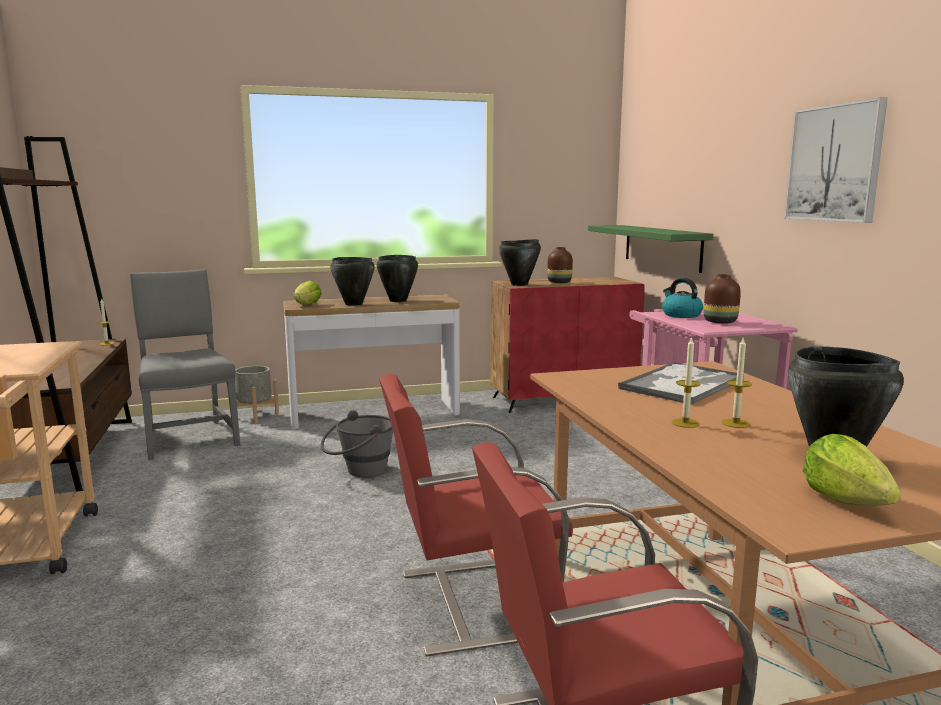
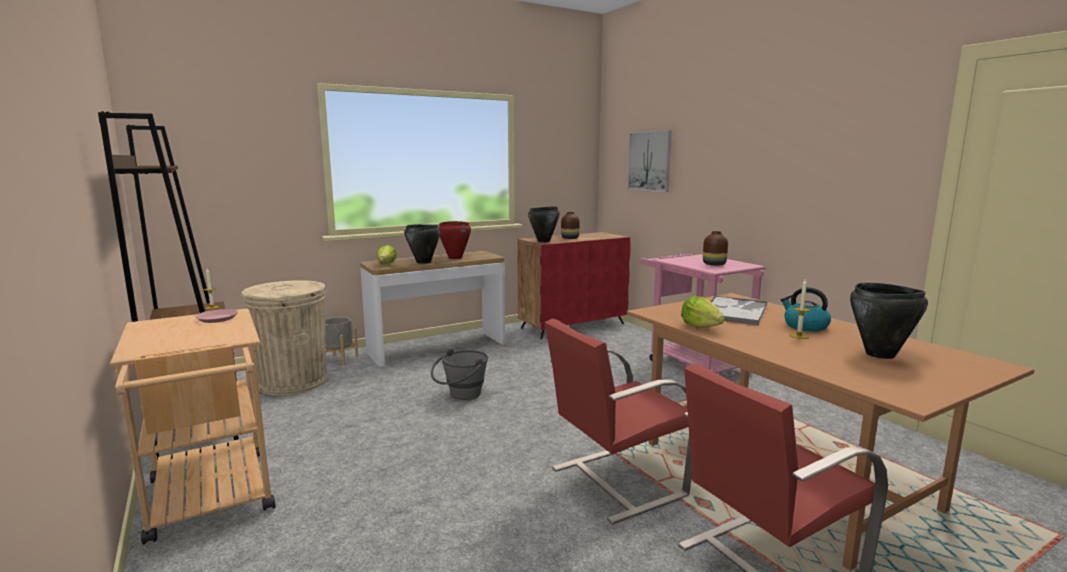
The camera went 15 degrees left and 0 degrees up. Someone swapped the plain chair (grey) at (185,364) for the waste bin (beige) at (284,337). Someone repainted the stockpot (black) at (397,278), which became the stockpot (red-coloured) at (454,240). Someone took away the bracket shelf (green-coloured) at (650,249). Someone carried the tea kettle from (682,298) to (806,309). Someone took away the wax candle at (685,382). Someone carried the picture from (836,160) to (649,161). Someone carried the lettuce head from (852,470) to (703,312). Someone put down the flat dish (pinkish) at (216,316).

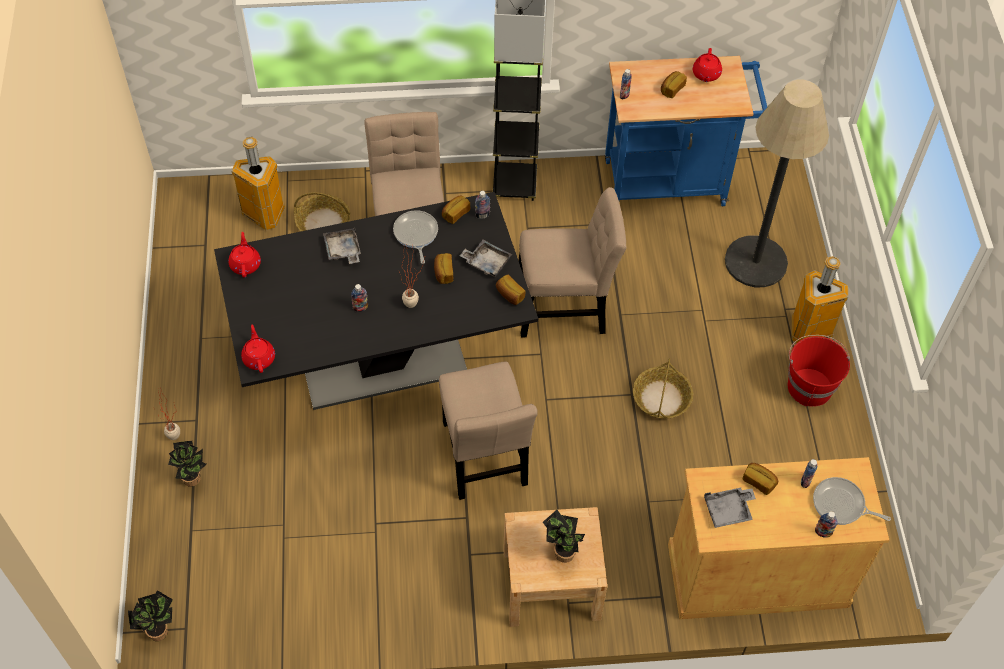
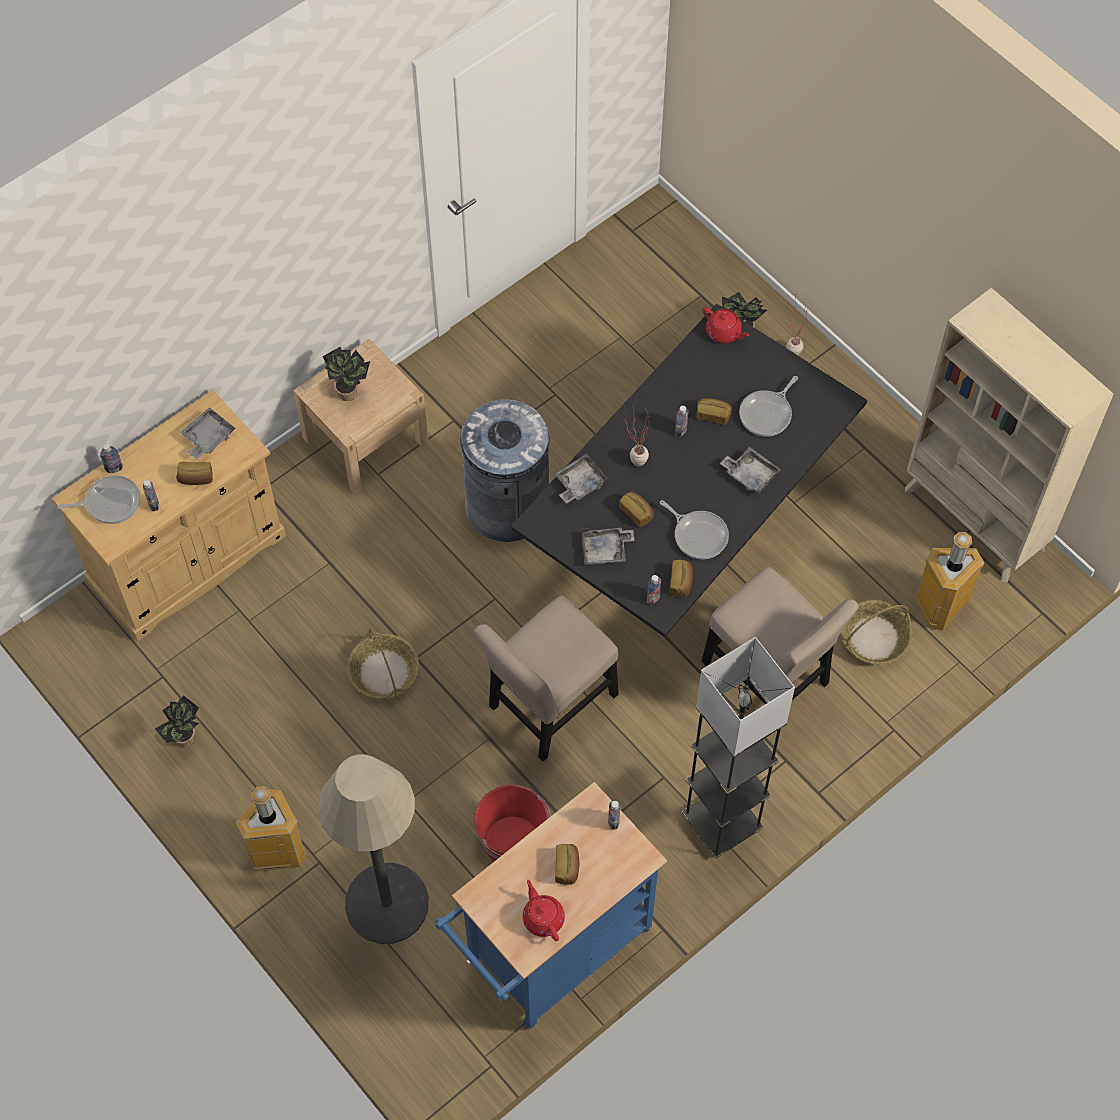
The camera went 145 degrees right and 5 degrees up. Someone carried the plant in a pot from (150,615) to (177,721). Someone took away the pot for tea (red-coloured) at (244,255). Someone swapped the plain chair (beige) at (488,431) for the waste bin (grey) at (504,470). Someone carried the baked bread from (511,290) to (714,411). Someone carried the bucket (red-coloured) from (818,371) to (512,823). Someone put down the tray (grey) at (582,479). Someone put down the frying pan at (768,406). Someone put down the bookcase (beige) at (1009,435).

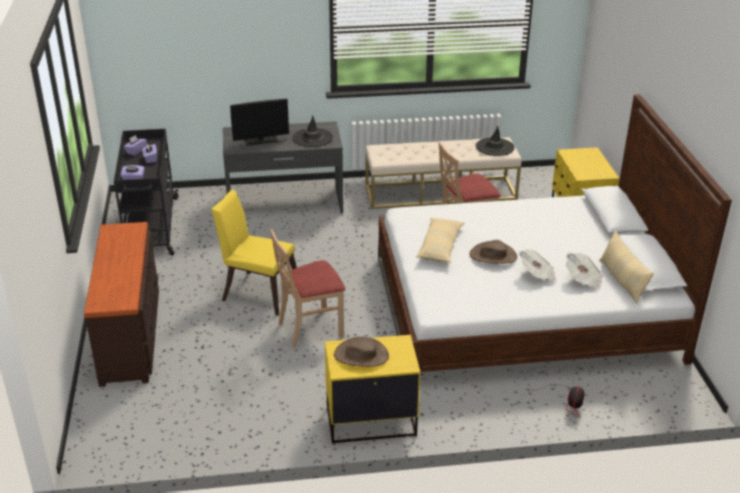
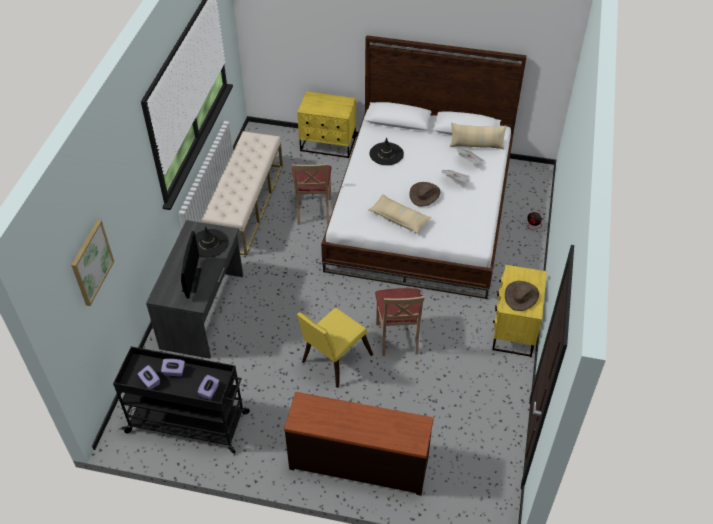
The camera went 70 degrees left and 15 degrees up. Someone carried the wearable hat (black) from (495,141) to (386,151). Someone put up the picture at (92,263).

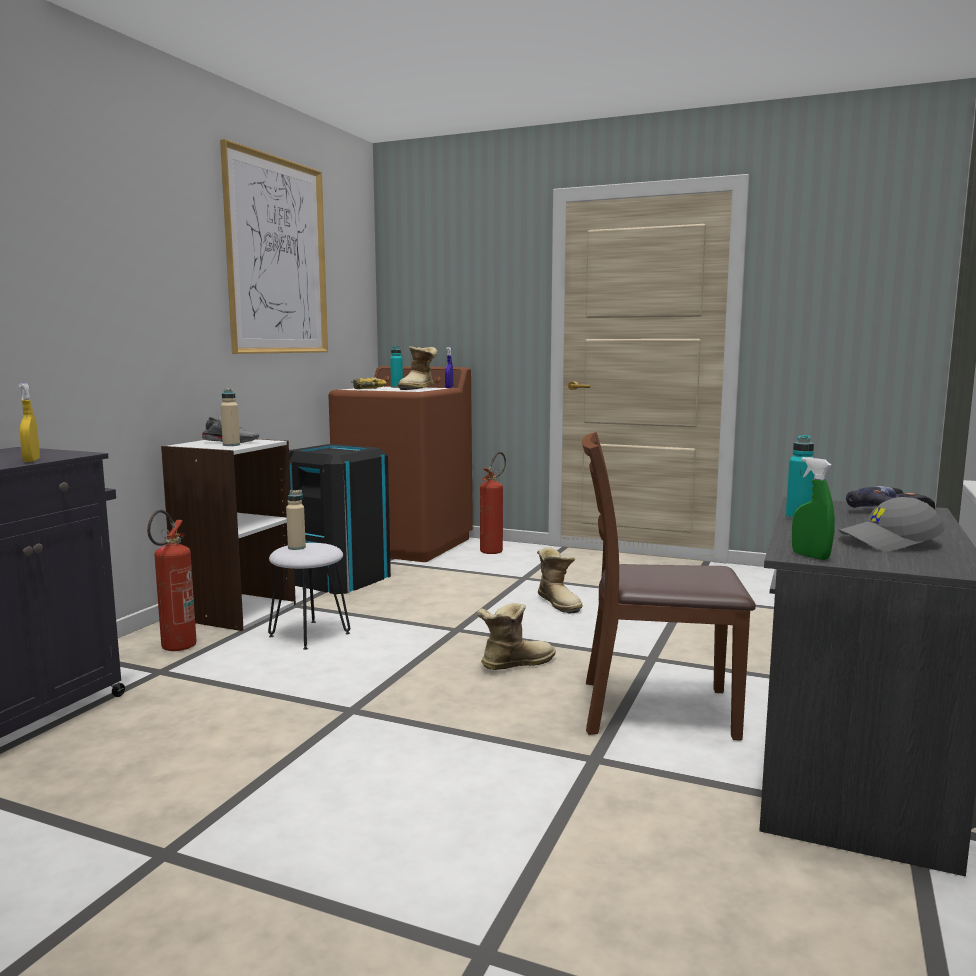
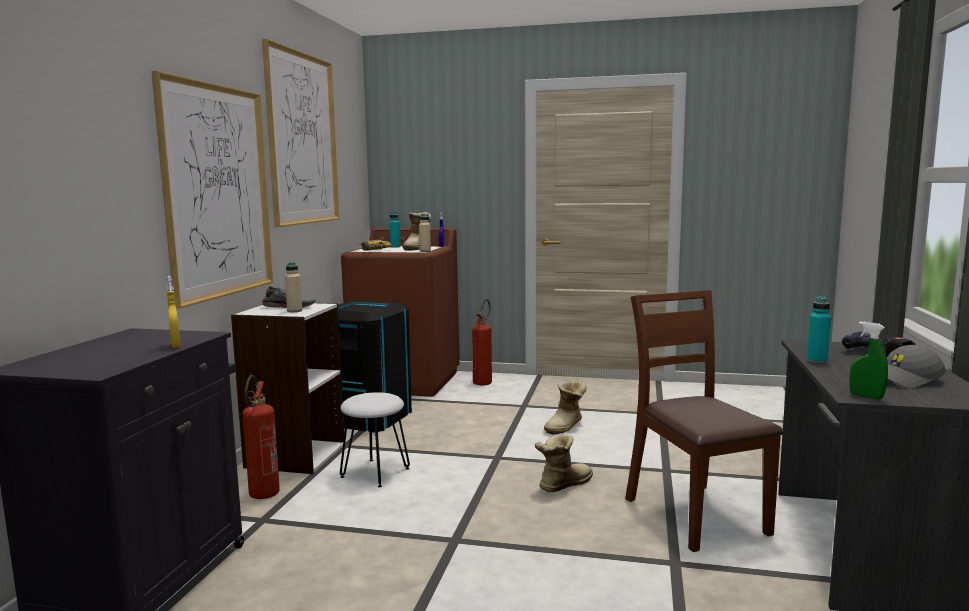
The camera went 10 degrees left and 0 degrees up. Someone carried the drink bottle (beige) from (296,520) to (425,232). Someone rotated the tall boot at (560,580) by 75 degrees clockwise. Someone rotated the plain chair (brown) at (669,586) by 75 degrees clockwise. Someone put up the picture at (212,190).

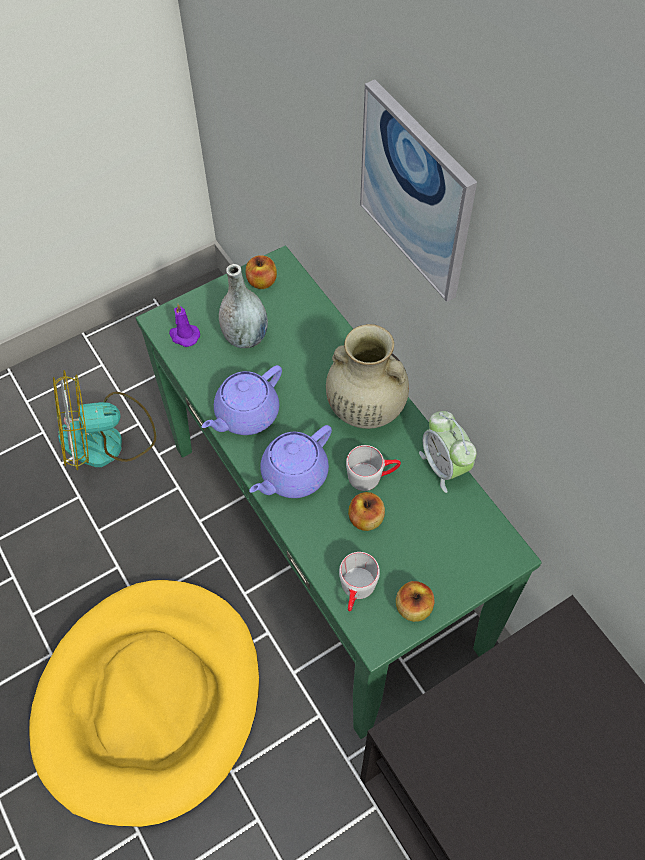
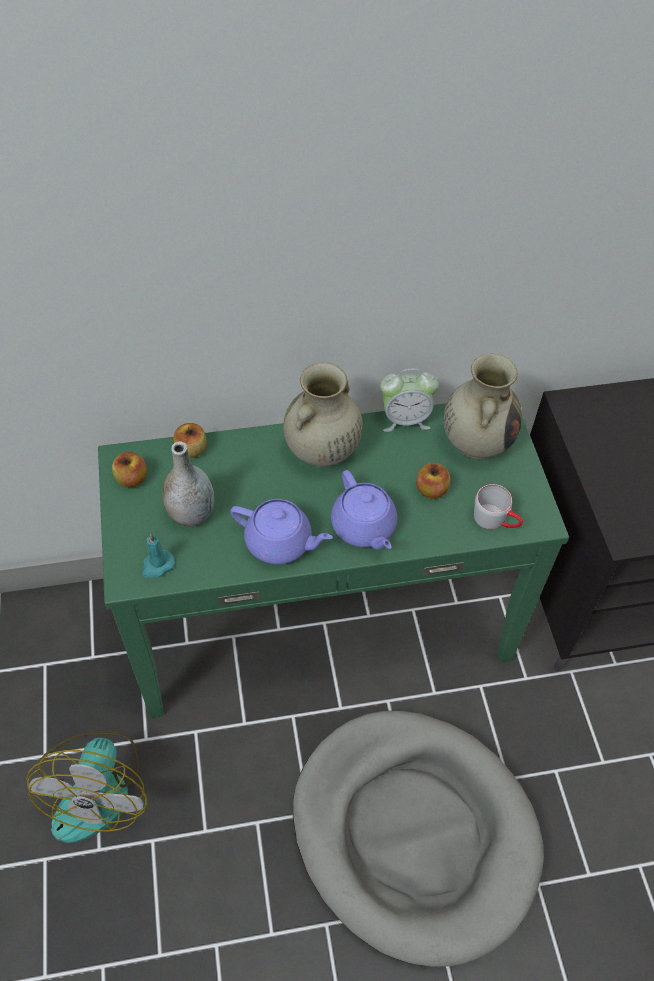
The camera went 70 degrees left and 5 degrees down. Someone repainted the dog bed (yellow) at (144,703), which became the dog bed (grey) at (418,839). Someone repainted the wax candle (purplish) at (184,325), which became the wax candle (turquoise-coloured) at (158,555). Someone rotated the pot for tea (purplish) at (242,400) by 45 degrees counterclockwise. Someone took away the mug (grey) at (373,468). Someone took away the picture at (418,190). Someone carried the whole apple from (415,601) to (190,440). Someone put down the decorative vase (beige) at (482,406).

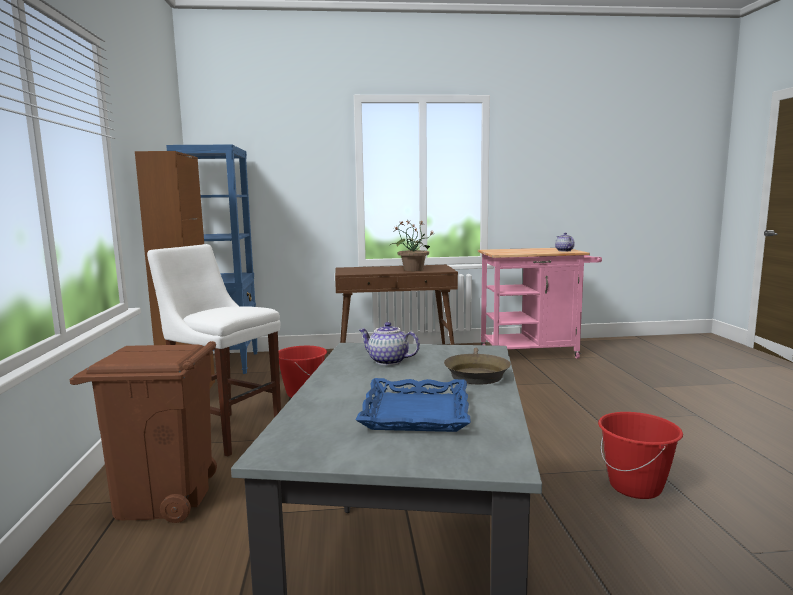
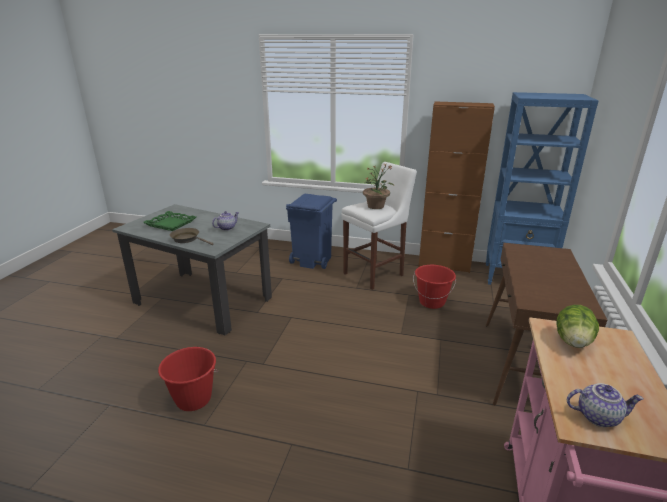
The camera went 110 degrees right and 15 degrees up. Someone repainted the waste bin (brown) at (143,432), which became the waste bin (blue-coloured) at (311,231). Someone repainted the tray (blue-coloured) at (413,405), which became the tray (green-coloured) at (169,221). Someone carried the plant in a pot from (411,245) to (378,186). Someone put down the lettuce head at (578,326).

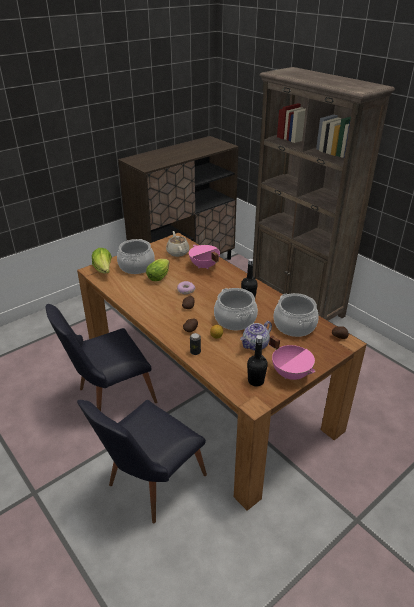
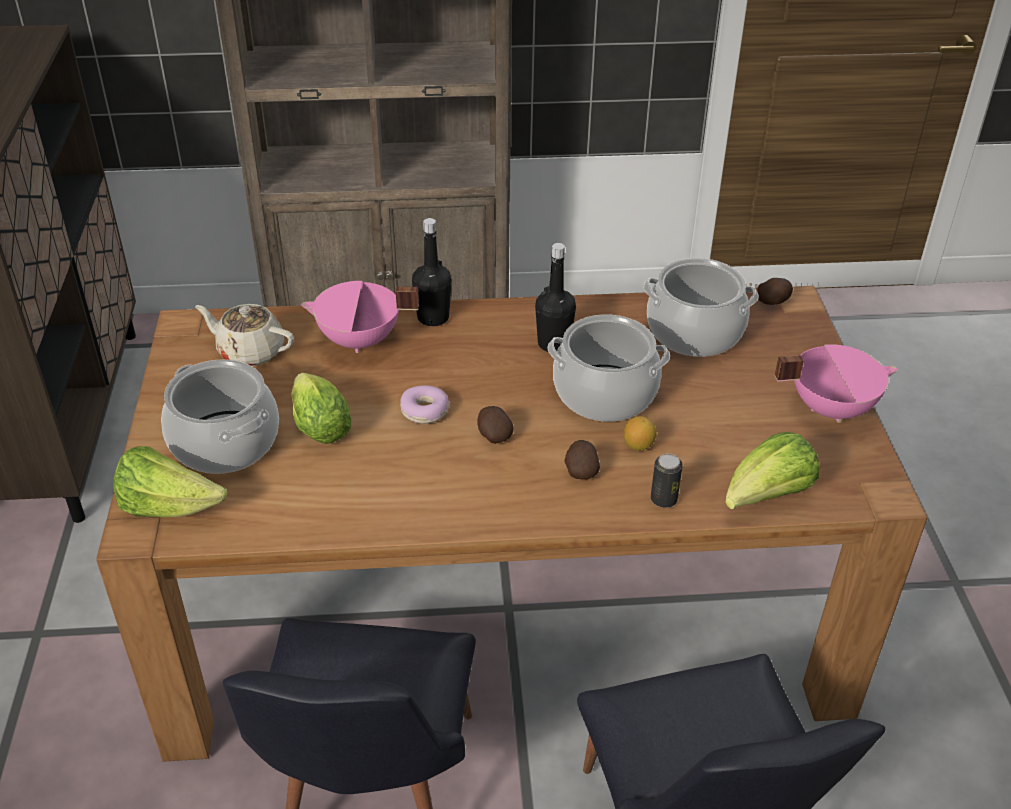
The camera went 55 degrees left and 5 degrees up. Someone took away the pot for tea at (256,336). Someone carried the drink bottle (black) from (257,361) to (432,272). Someone put down the lettuce head at (772,470).

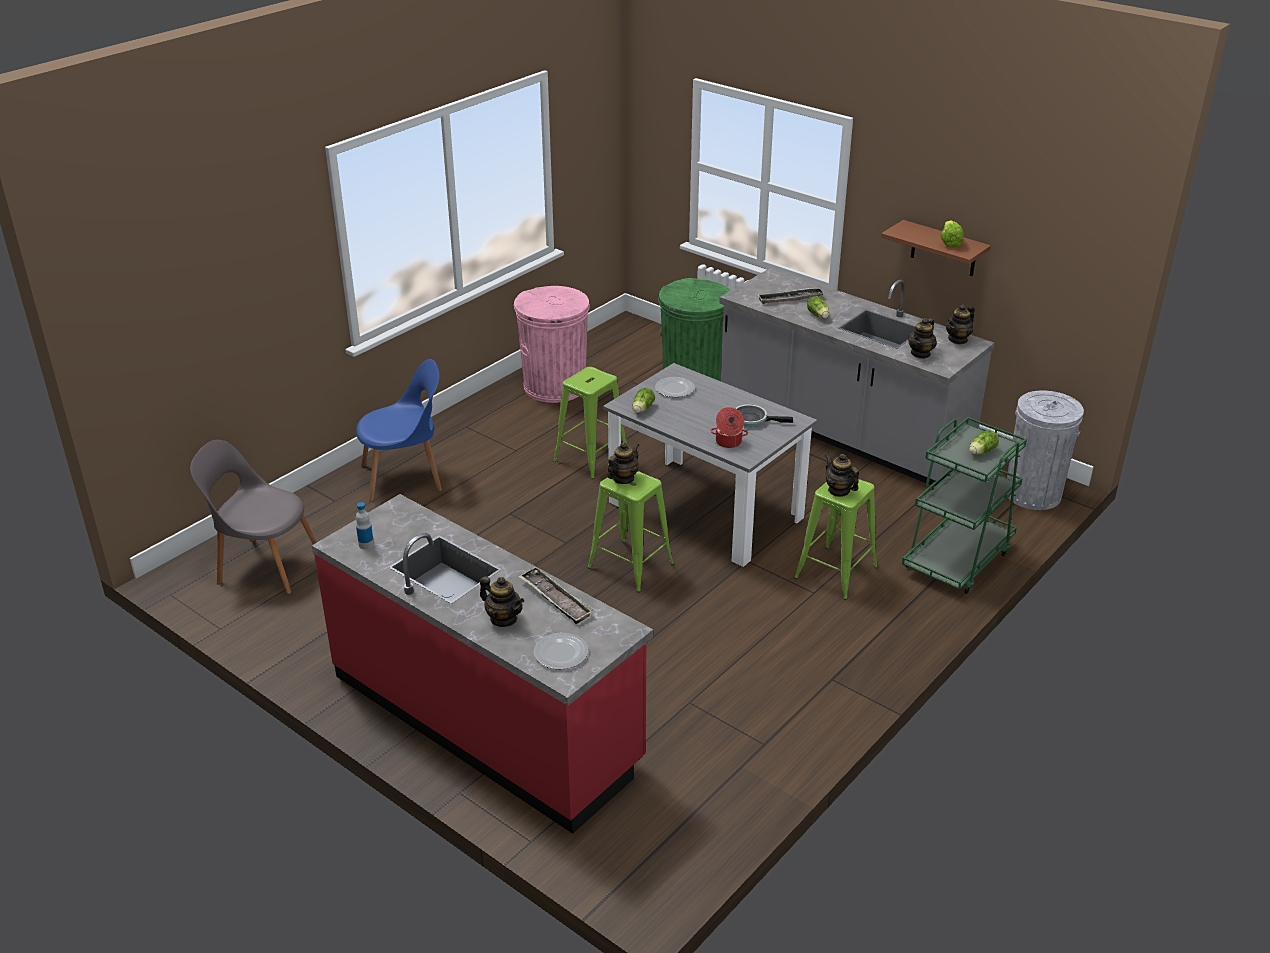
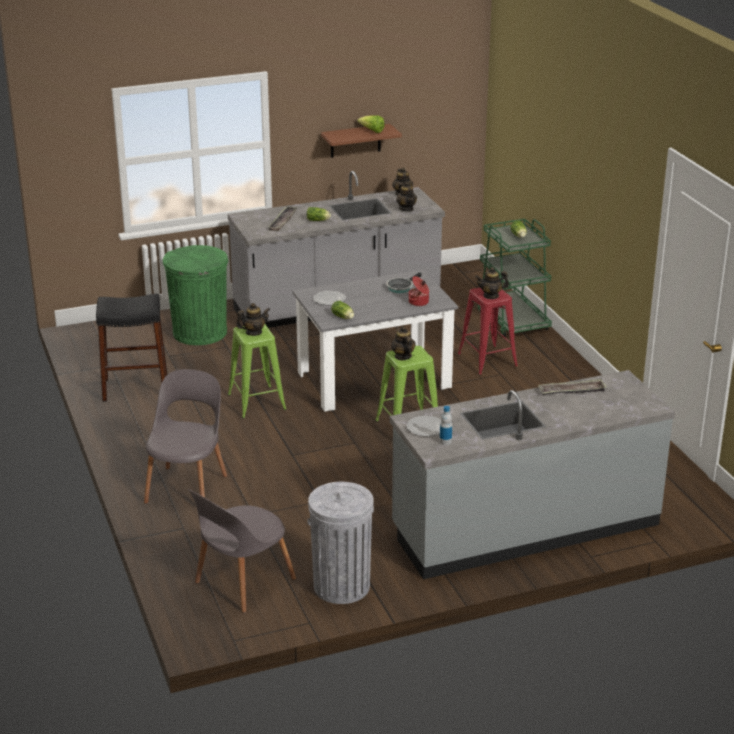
The camera went 60 degrees left and 5 degrees down. Someone repainted the kitchen counter (red-coloured) at (482,664), which became the kitchen counter (grey) at (532,474). Someone repainted the plain chair (blue-coloured) at (399,430), which became the plain chair (grey) at (185,436). Someone carried the pot for tea from (502,601) to (253,319). Someone swapped the waste bin (pinkish) at (552,344) for the stool seat (black) at (131,348). Someone carried the flat dish from (561,651) to (424,426). Someone repainted the stool seat (green-coloured) at (836,539), which became the stool seat (red-coloured) at (487,332). Someone carried the waste bin (grey) from (1045,450) to (340,543).

